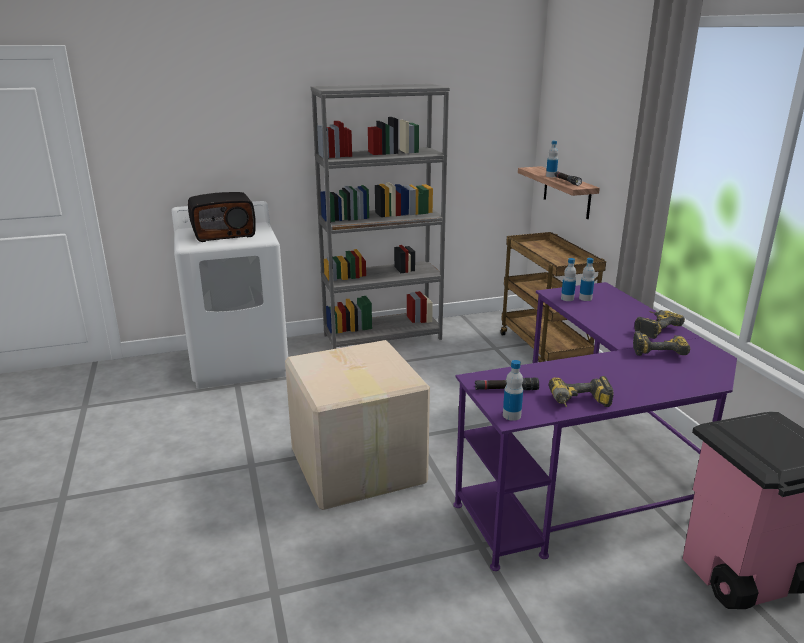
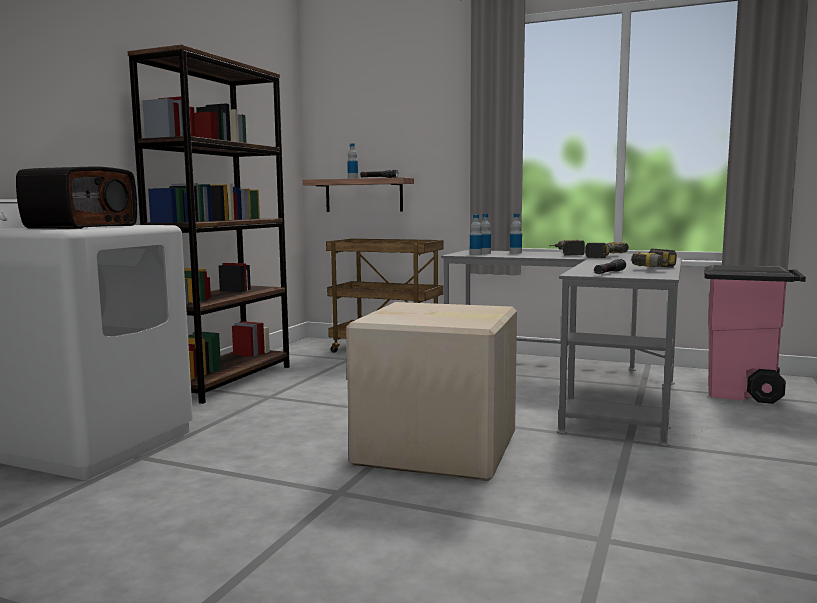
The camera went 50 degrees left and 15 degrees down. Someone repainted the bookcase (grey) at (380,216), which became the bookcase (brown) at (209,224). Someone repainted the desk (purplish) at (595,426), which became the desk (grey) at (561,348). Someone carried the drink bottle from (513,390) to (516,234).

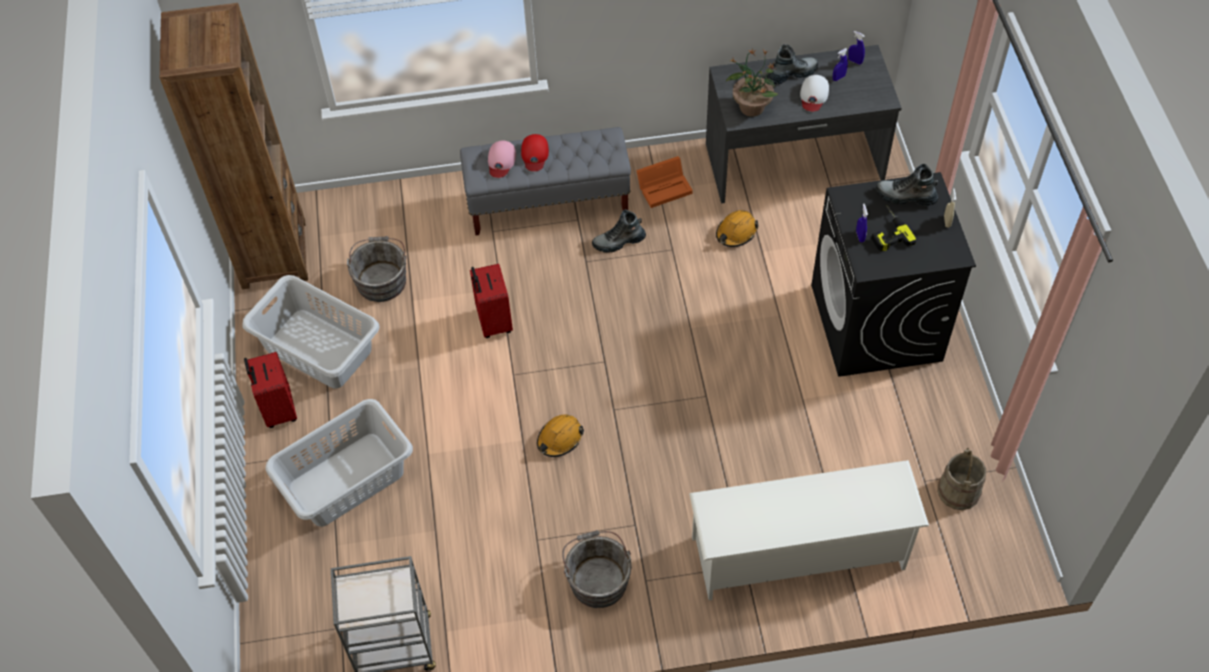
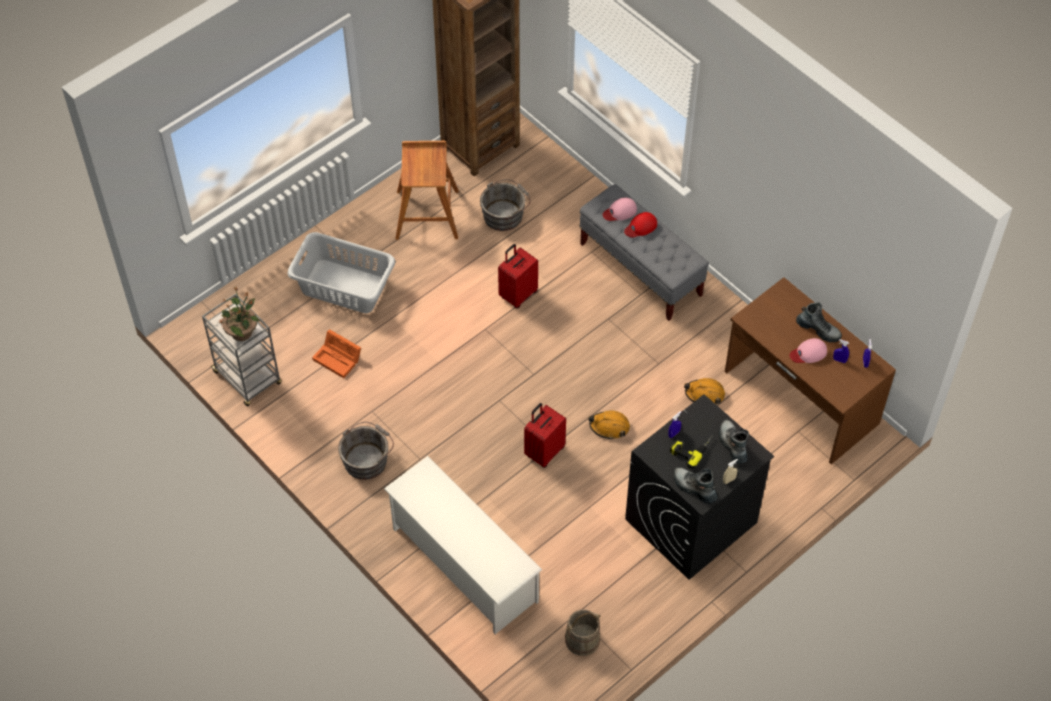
The camera went 55 degrees right and 0 degrees up. Someone swapped the washing basket (grey) at (310,332) for the stool seat (brown) at (427,190). Someone carried the suitcase (red-coloured) from (270,390) to (545,435). Someone carried the work helmet (orangey) from (560,435) to (609,425). Someone carried the tall boot from (619,231) to (695,485). Someone carried the storage bin (orangey) from (665,182) to (336,354). Someone repainted the desk (grey) at (804,124), which became the desk (brown) at (810,370). Someone carried the plant in a pot from (752,82) to (239,313). Someone repainted the cap (white-coloured) at (814,93), which became the cap (pinkish) at (808,350).

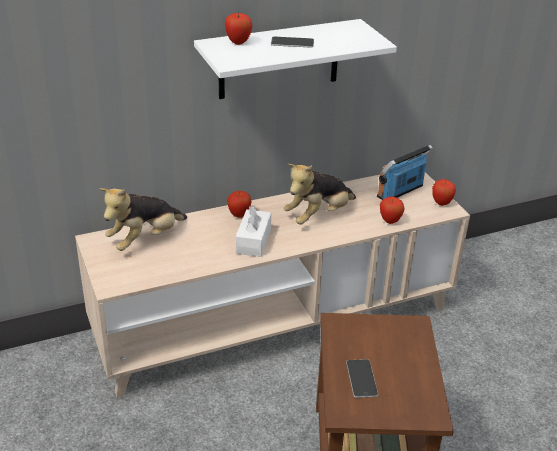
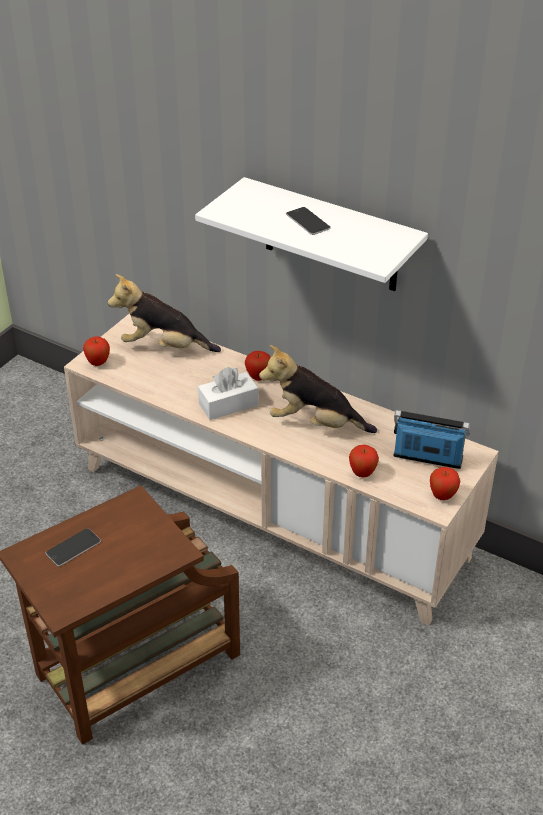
The camera went 55 degrees right and 5 degrees up. Someone carried the whole apple from (239,29) to (96,351).

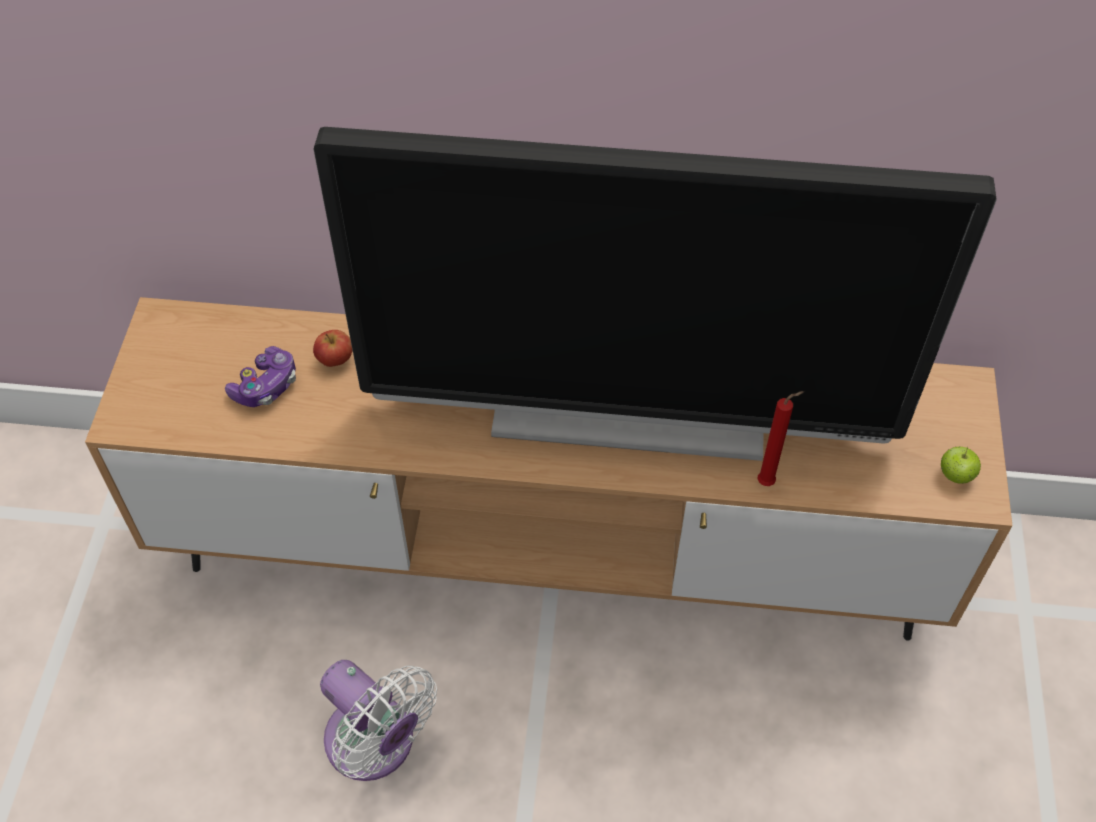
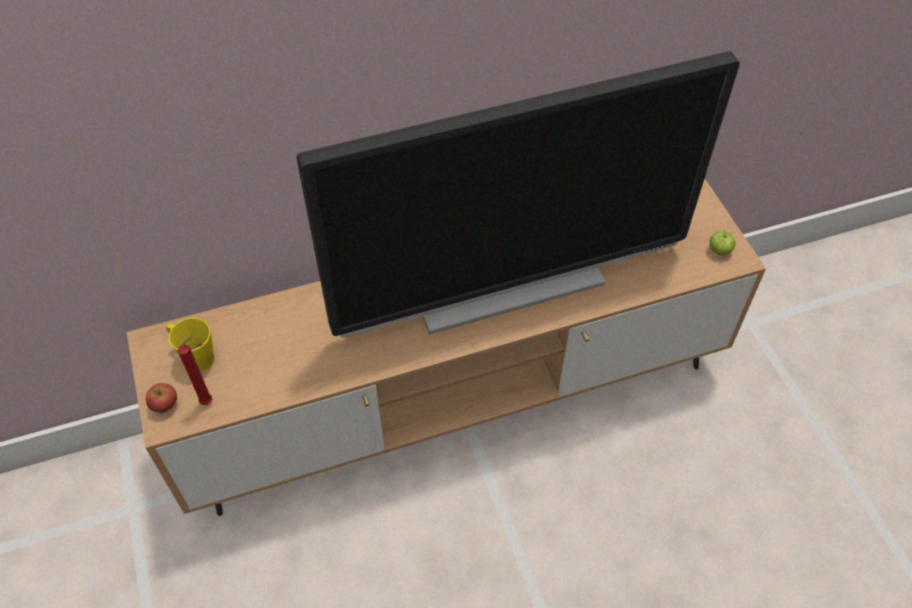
The camera went 25 degrees left and 0 degrees up. Someone took away the game controller at (260,376). Someone carried the whole apple from (333,348) to (161,398). Someone took away the fan (white-coloured) at (378,720). Someone carried the wax candle (red-coloured) from (781,438) to (195,370). Someone put down the mug (yellow) at (190,344).

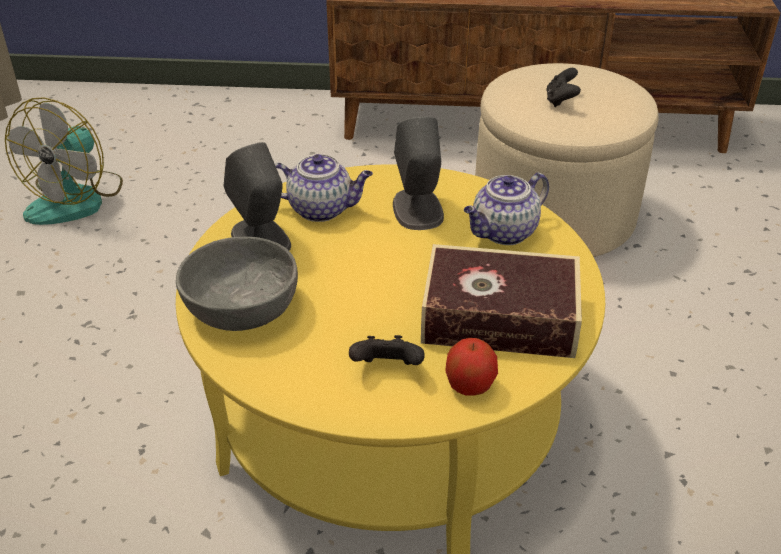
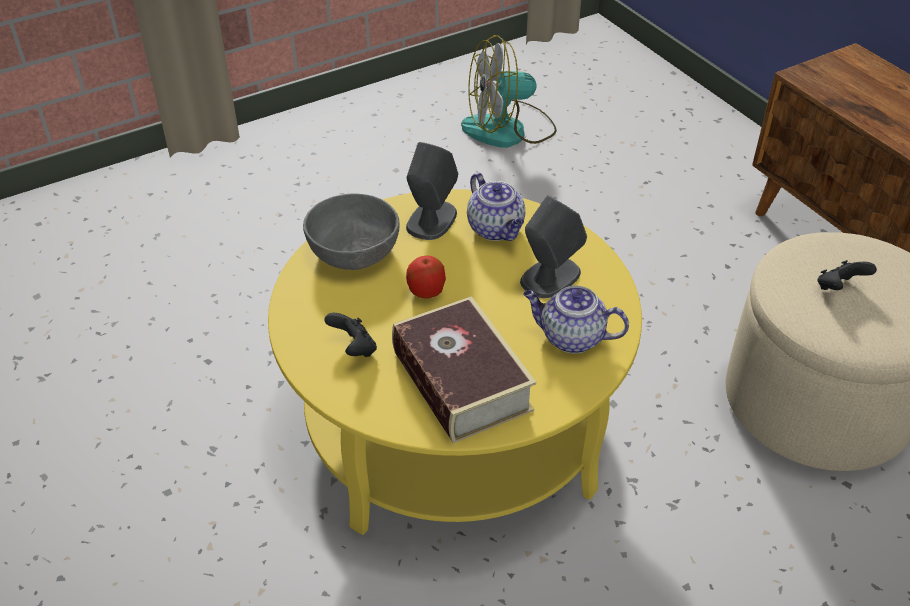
The camera went 55 degrees right and 5 degrees up. Someone carried the whole apple from (471,367) to (426,277).

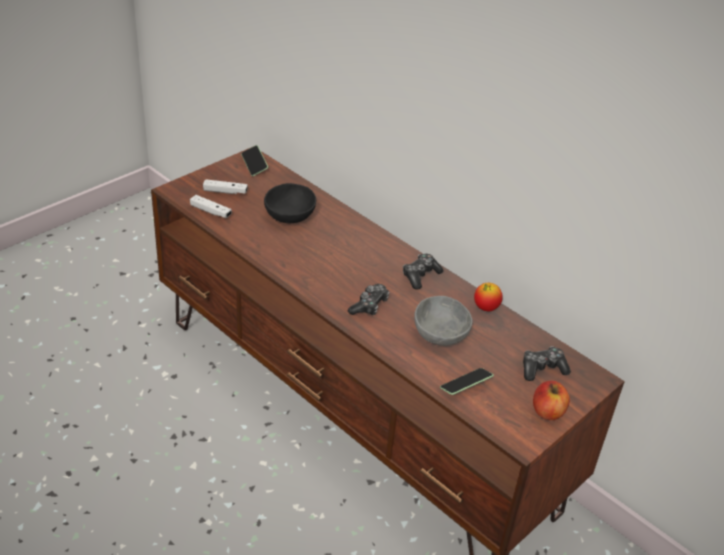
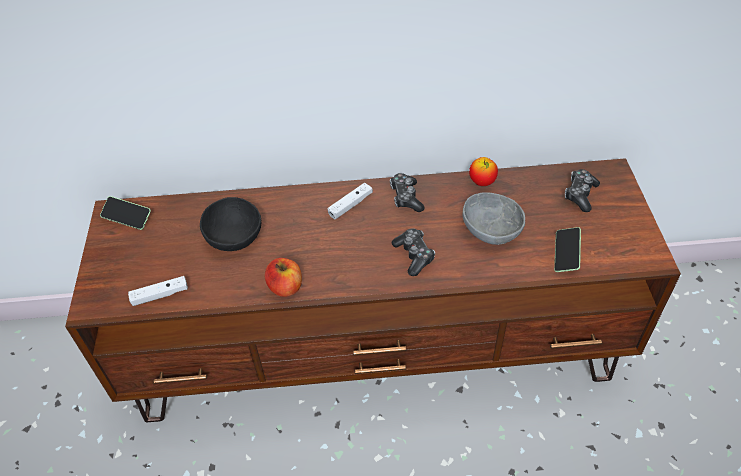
The camera went 45 degrees left and 10 degrees up. Someone carried the game controller (white-coloured) from (225,186) to (350,201). Someone carried the whole apple from (551,400) to (283,277).

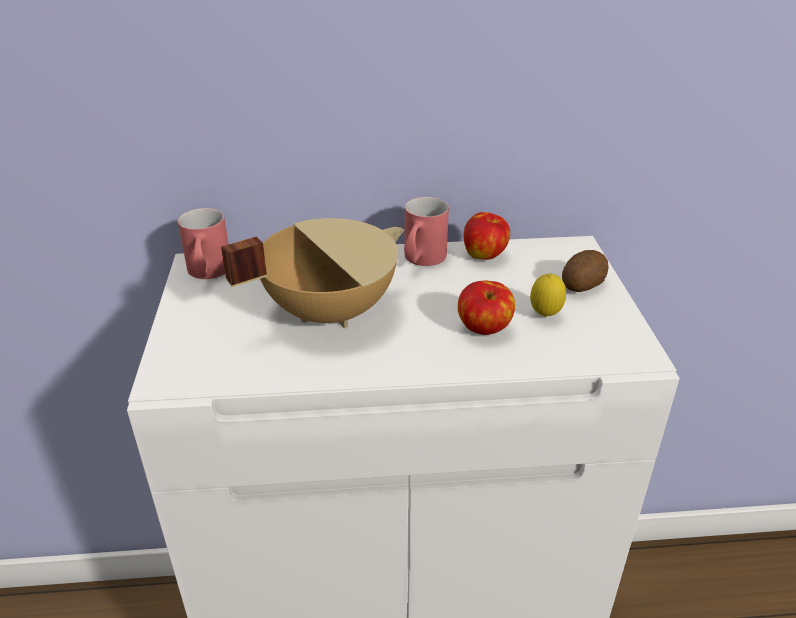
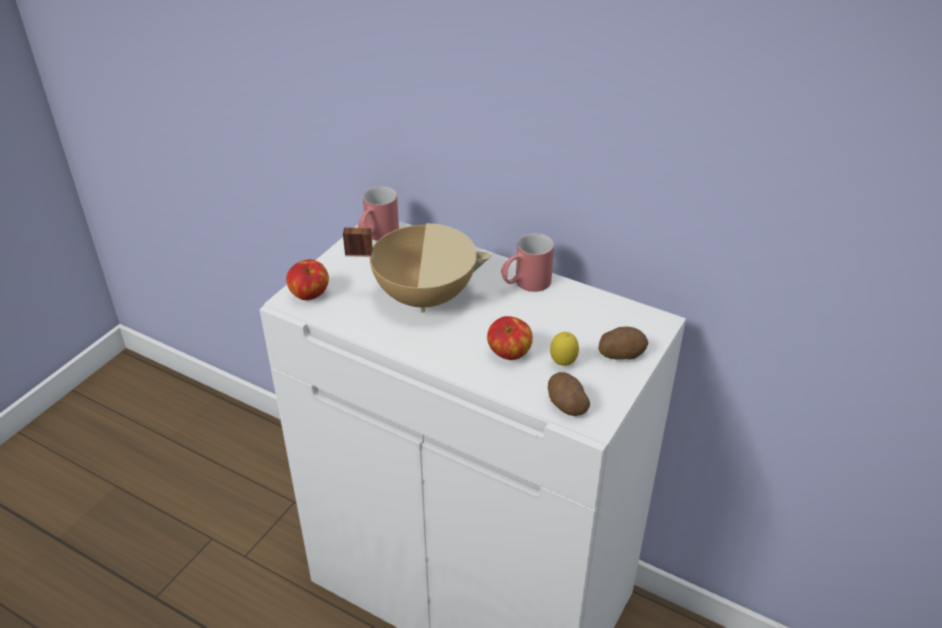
The camera went 35 degrees right and 5 degrees up. Someone carried the whole apple from (486,236) to (307,279). Someone put down the potato at (569,394).

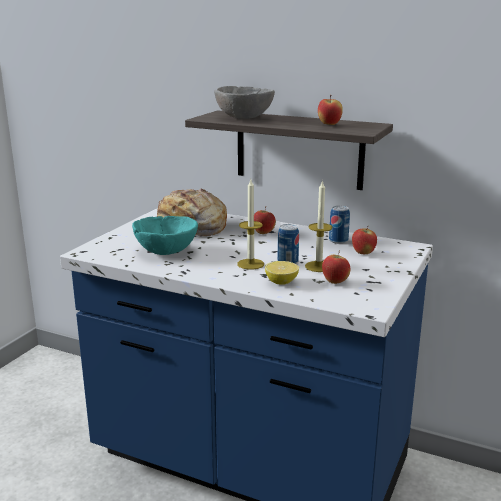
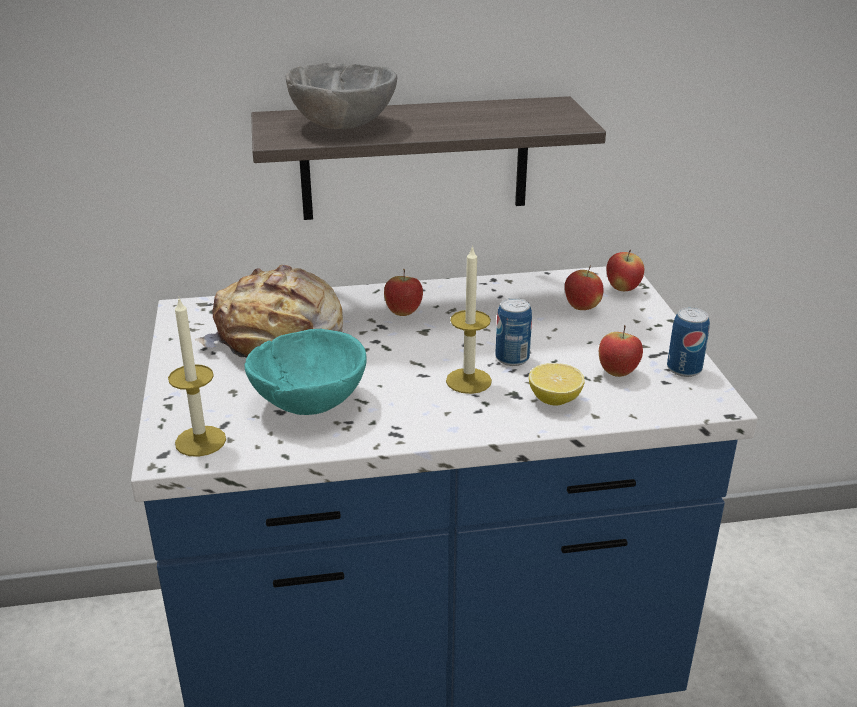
The camera went 35 degrees left and 10 degrees up. Someone carried the wax candle from (319,226) to (197,376). Someone carried the whole apple from (330,110) to (625,270). Someone carried the can from (339,225) to (688,342).

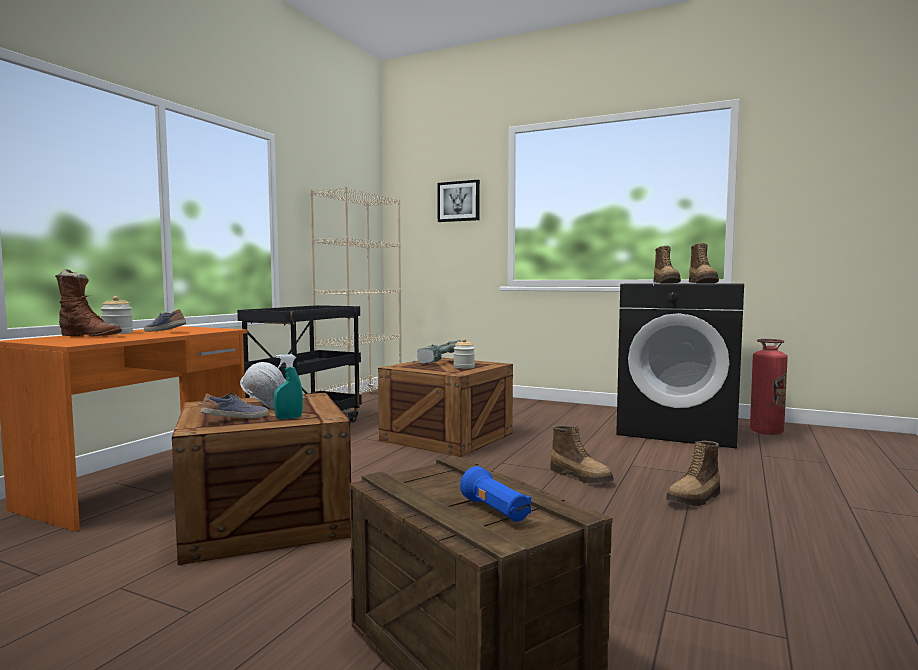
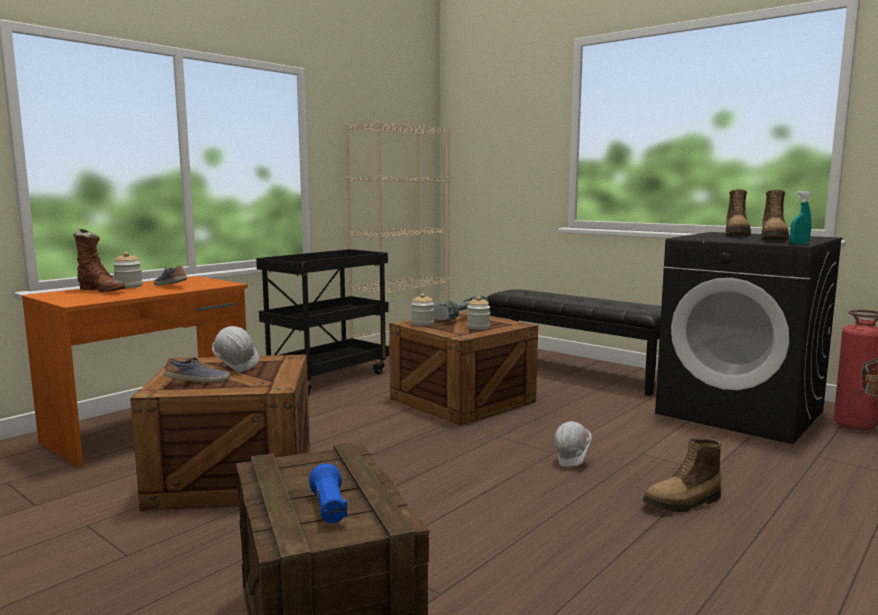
The camera went 15 degrees right and 5 degrees up. Someone carried the hand sprayer (turquoise-coloured) from (288,386) to (801,217). Someone took away the picture at (459,201). Someone swapped the tall boot at (582,454) for the work helmet (white-coloured) at (573,444). Someone put down the preserve jar at (422,310). Someone put down the long seat (black) at (574,342).

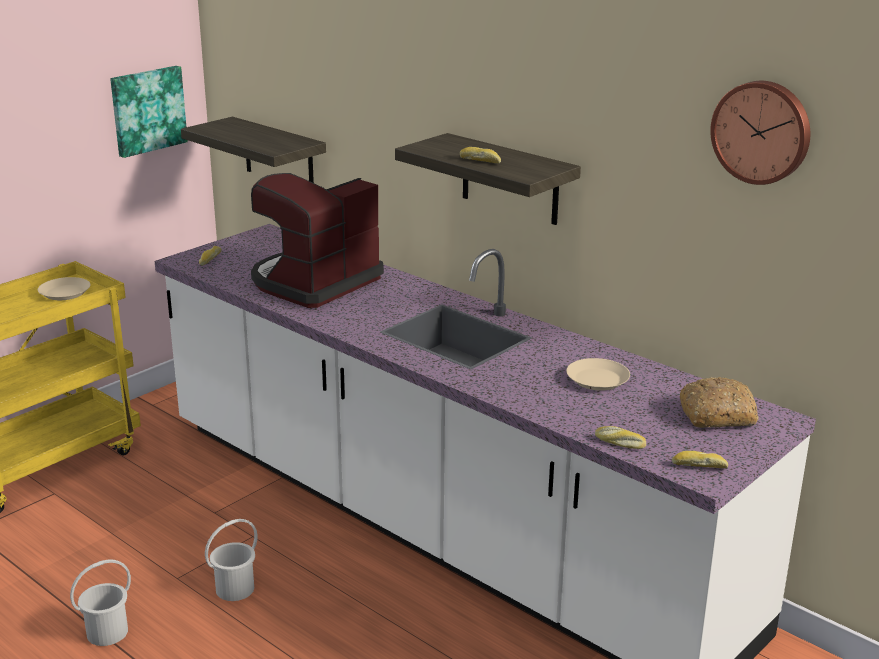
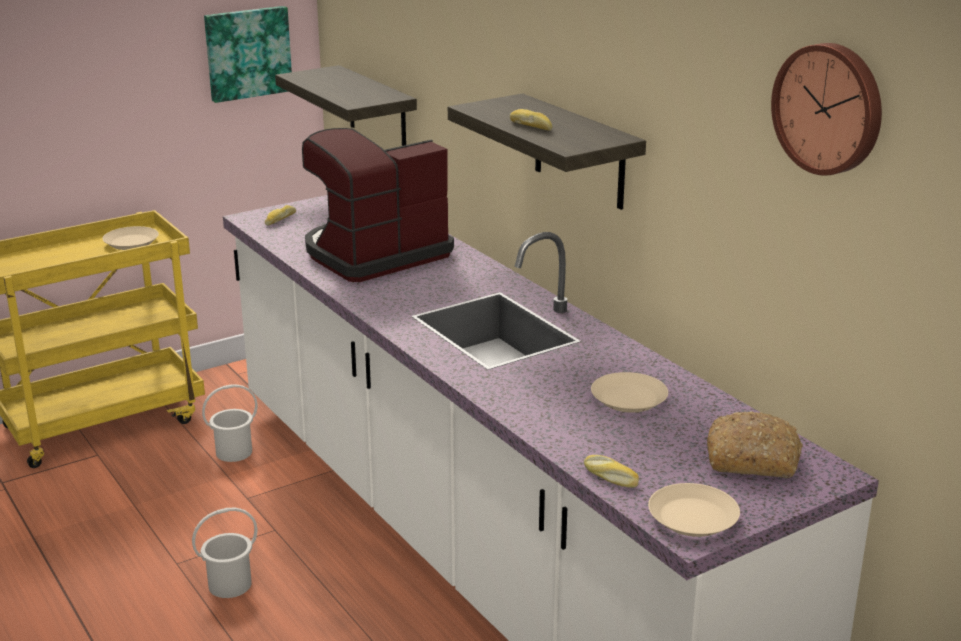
The camera went 15 degrees right and 0 degrees up. Someone carried the bucket (white-coloured) from (100,602) to (230,423). Someone swapped the baked bread at (700,459) for the flat dish (beige) at (694,510).

